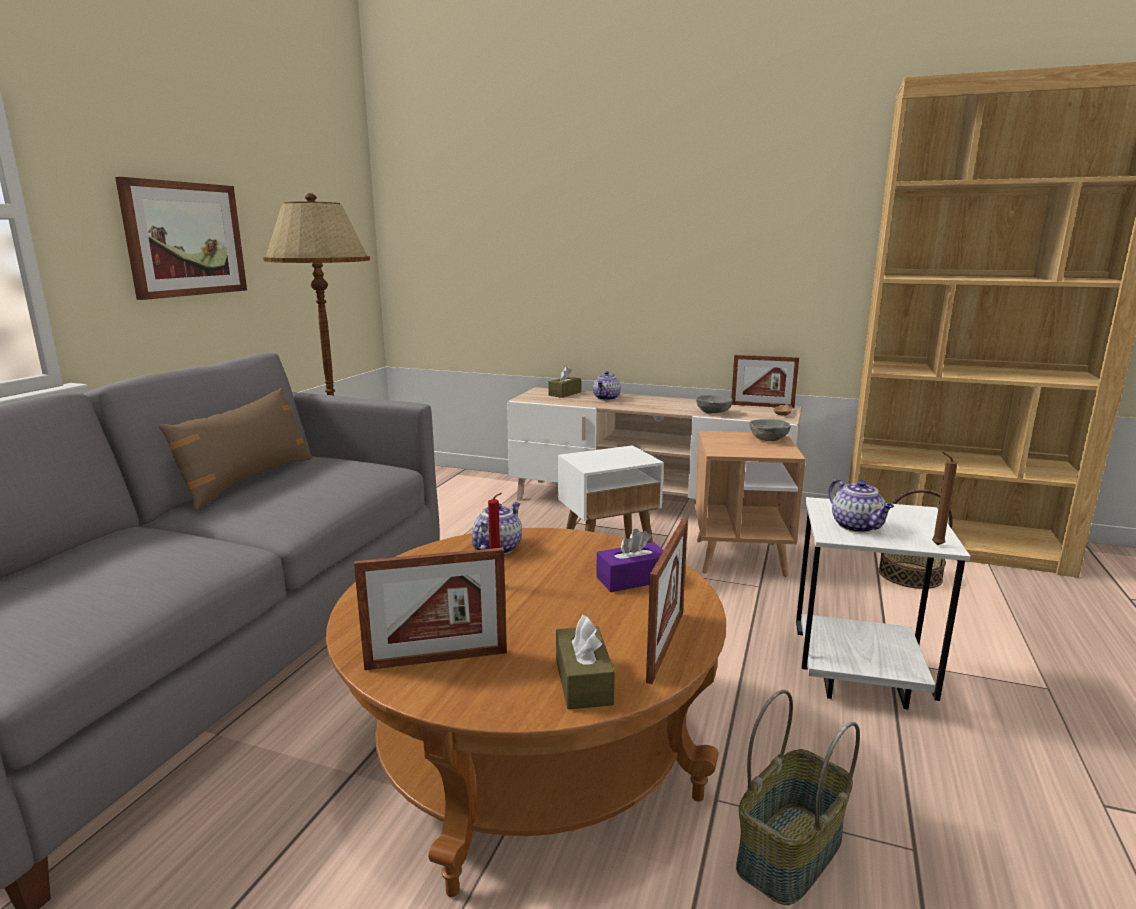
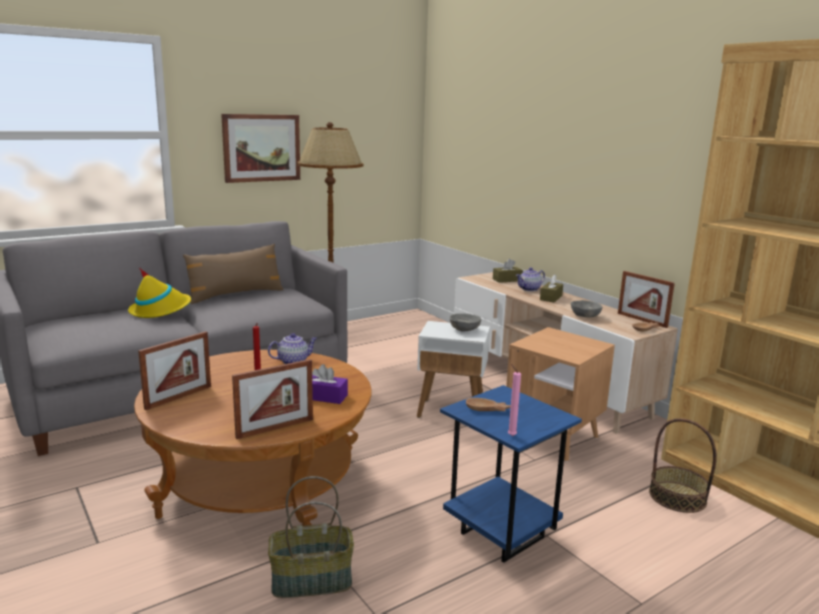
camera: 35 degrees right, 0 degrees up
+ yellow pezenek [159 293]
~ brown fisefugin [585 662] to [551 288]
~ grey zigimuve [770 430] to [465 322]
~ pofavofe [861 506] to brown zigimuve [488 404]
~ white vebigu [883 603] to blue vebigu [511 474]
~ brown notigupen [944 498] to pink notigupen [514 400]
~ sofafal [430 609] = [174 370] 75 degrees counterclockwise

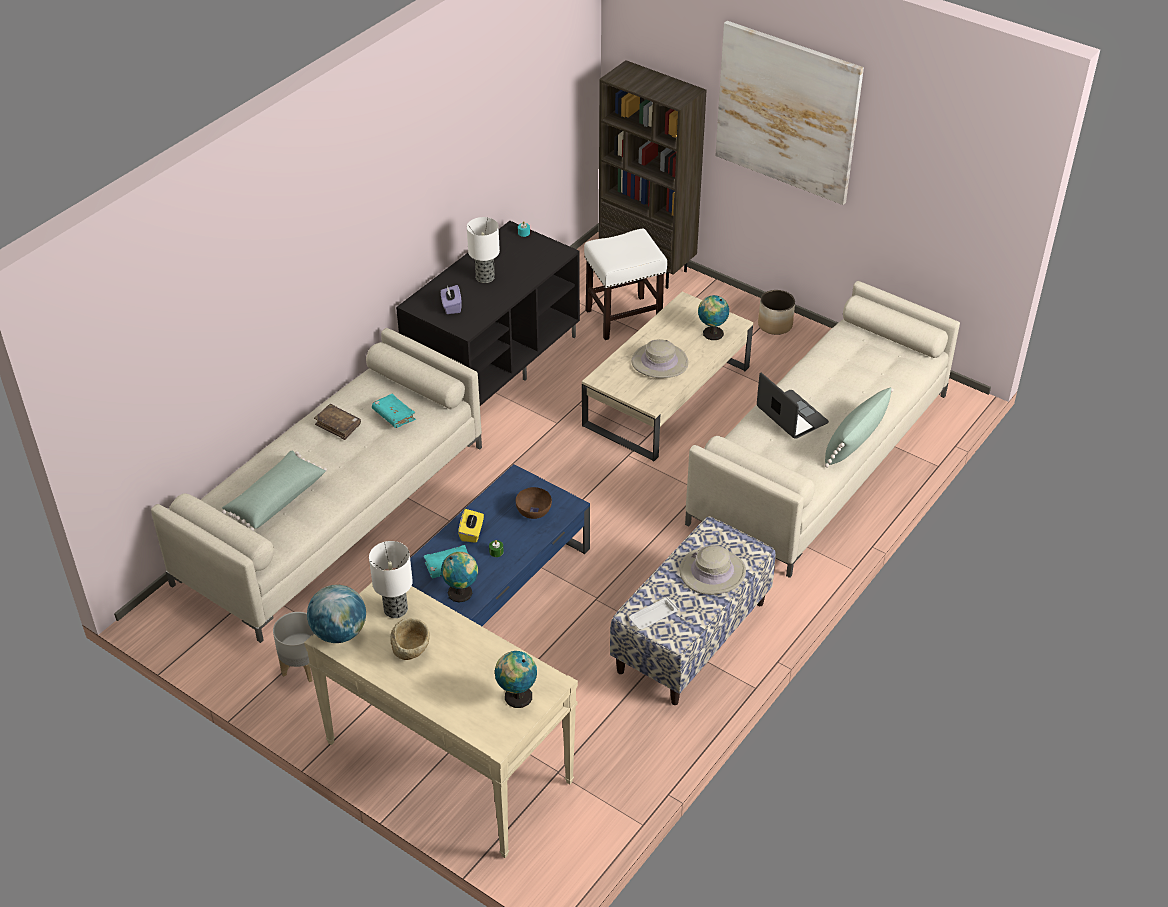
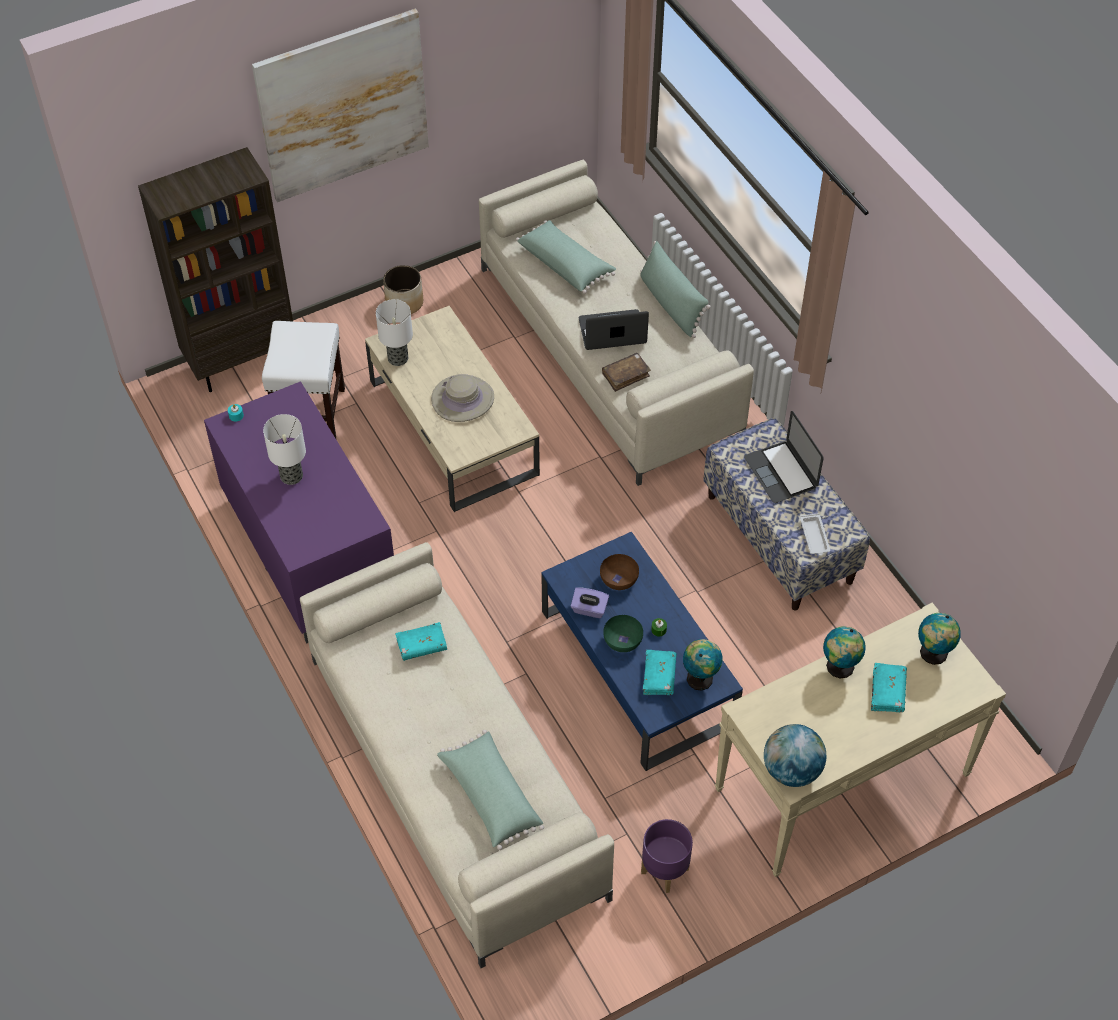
camera: 65 degrees left, 10 degrees up
- beige zigimuve [410 639]
+ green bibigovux [566 257]
+ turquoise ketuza [889 687]
~ brown ketuza [337 422] to [626 372]
~ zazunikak [391 579] to [394 332]
~ purple fisefugin [451 299] to [590 602]
~ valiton [713 317] to [844 652]
~ yellow fisefugin [471 526] to green zigimuve [623 633]
~ beige pezenek [712 570] to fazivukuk [783 457]
~ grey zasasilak [293 647] to purple zasasilak [667 856]
~ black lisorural [488 313] to purple lisorural [299 512]

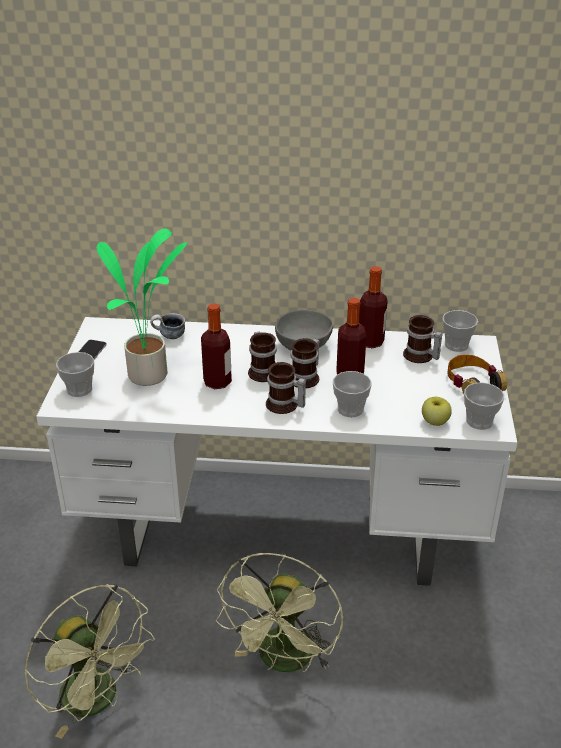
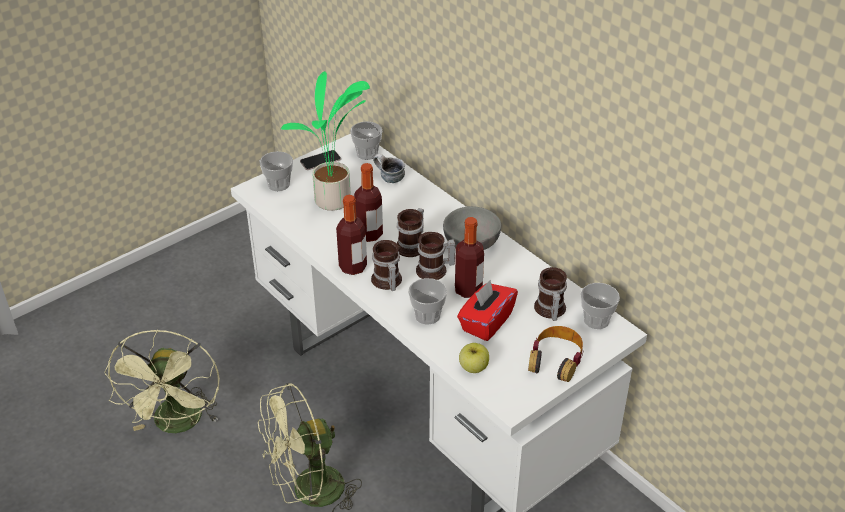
camera: 45 degrees right, 5 degrees up
+ red fisefugin [487 310]
~ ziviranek [373 307] to [351 235]
~ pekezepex [484 406] to [366 140]

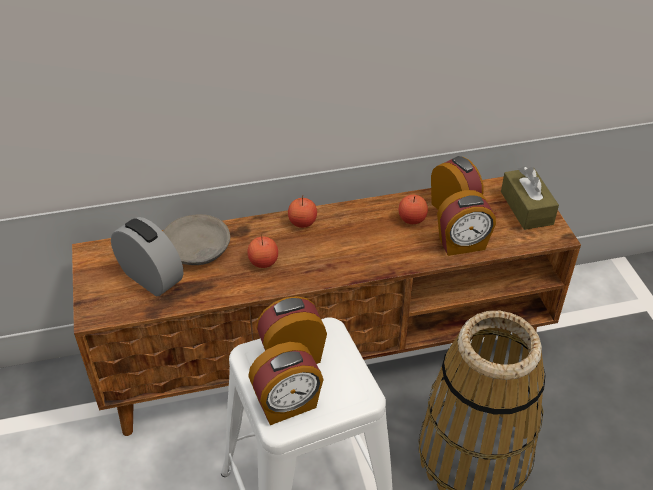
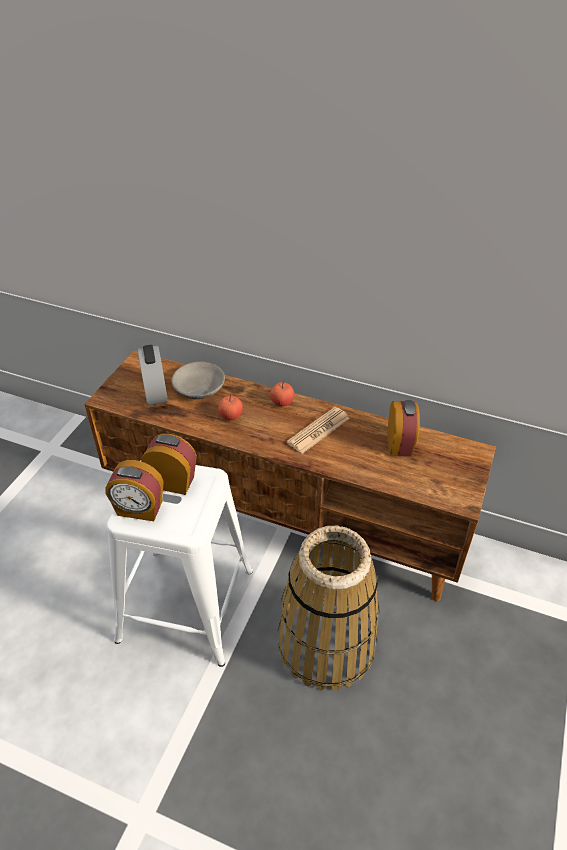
camera: 35 degrees right, 0 degrees up
- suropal [413 209]
- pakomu [466 223]
- brown fisefugin [530 198]
+ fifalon [318 430]

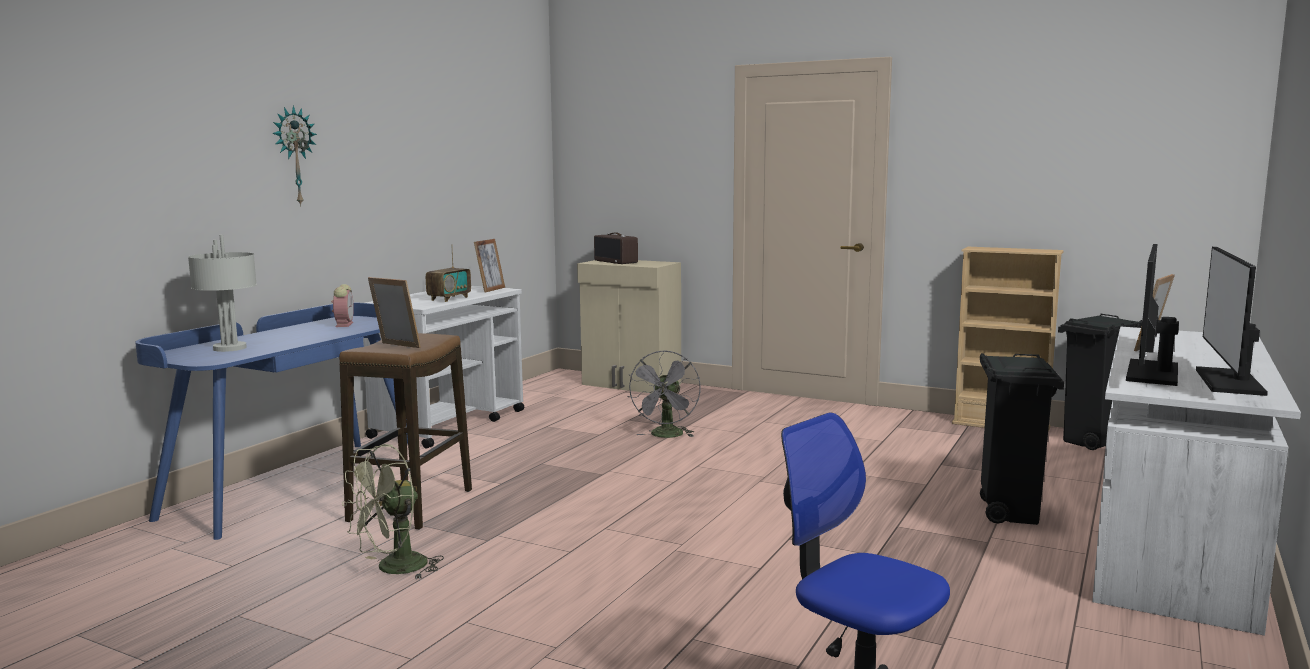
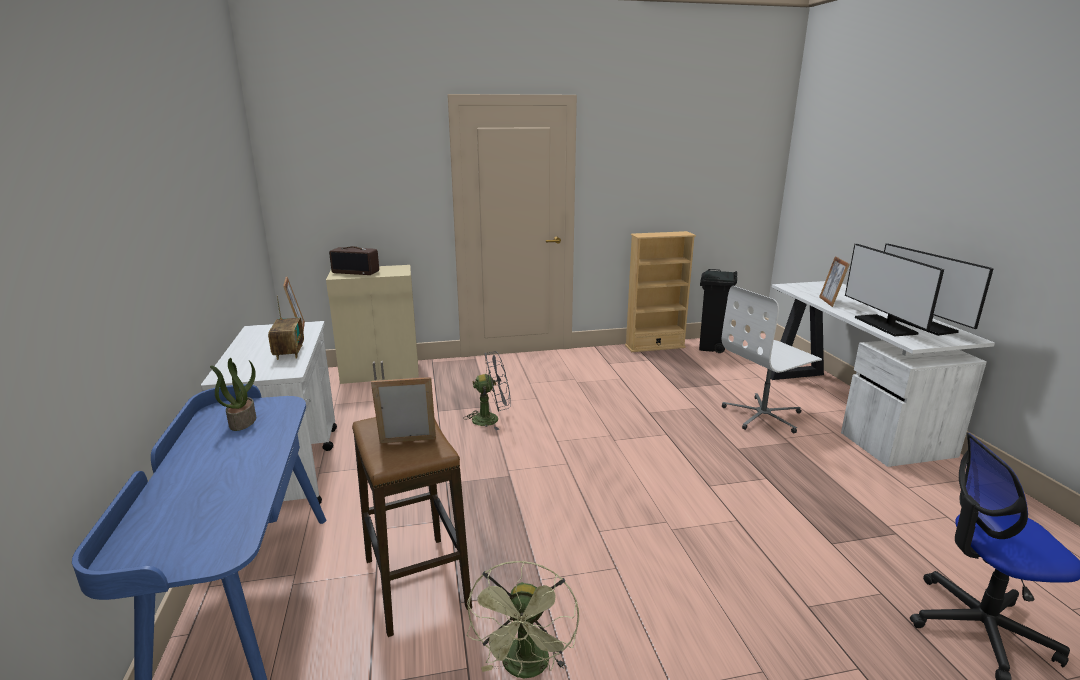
camera: 40 degrees left, 10 degrees up
- grey zazunikak [222 293]
- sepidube [295 155]
~ pakomu [342 305] to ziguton [233 394]
~ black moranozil [1022 439] to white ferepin [772 359]
~ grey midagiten [664 394] = [487 390] 75 degrees counterclockwise

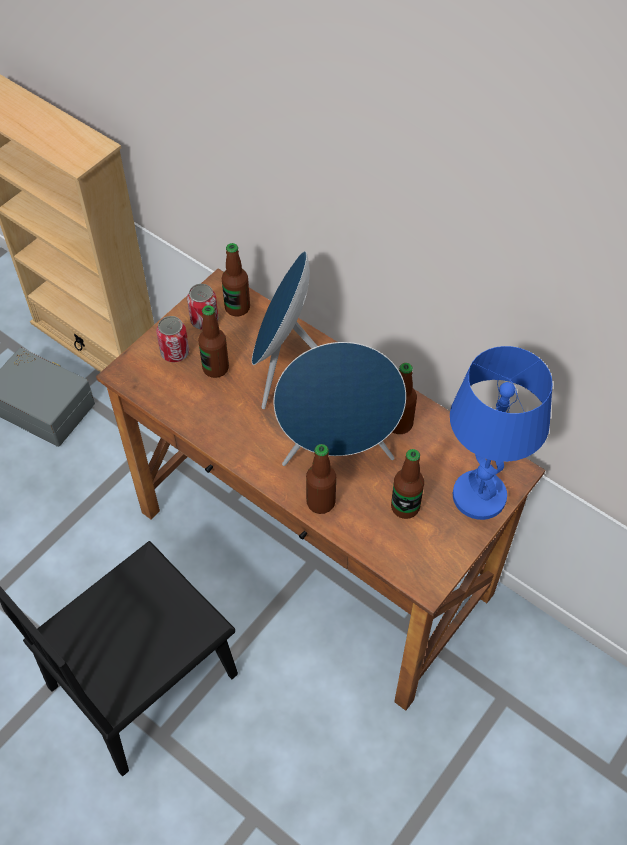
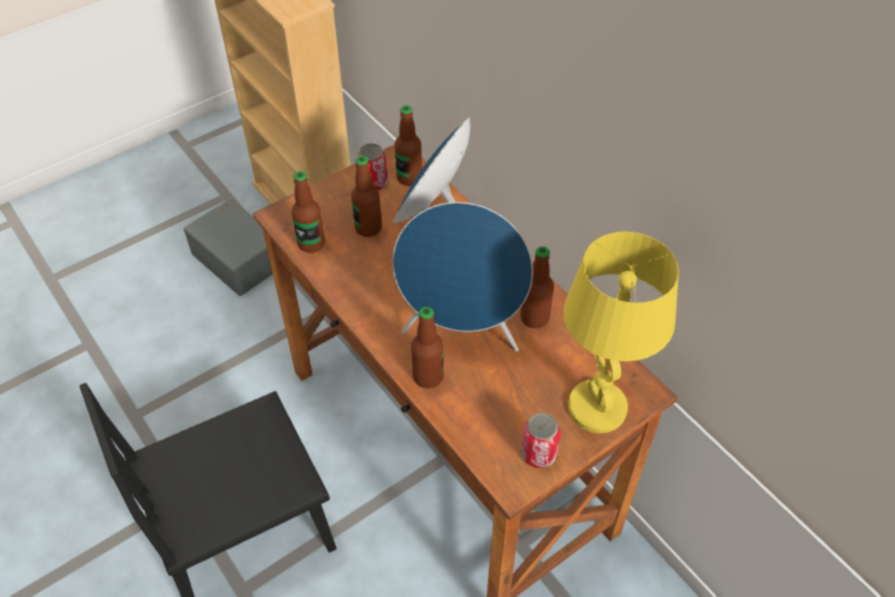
camera: 15 degrees right, 5 degrees down
~ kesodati [172 339] to [541 440]
~ ziviranek [407 484] to [308 212]
~ blue zazunikak [501 433] to yellow zazunikak [621 332]

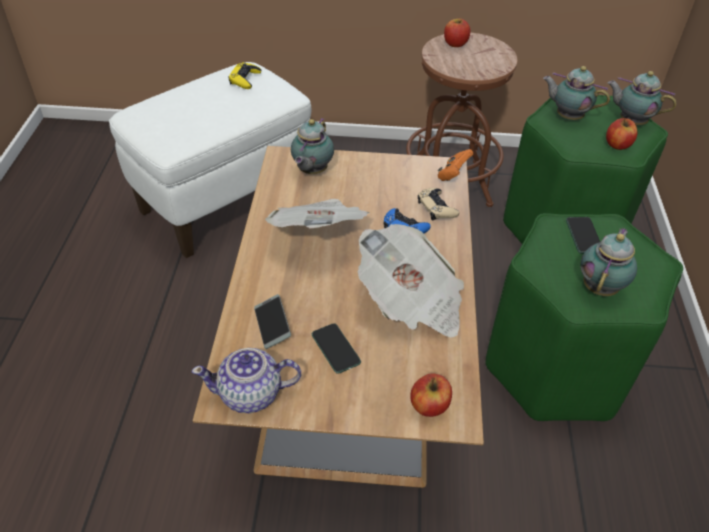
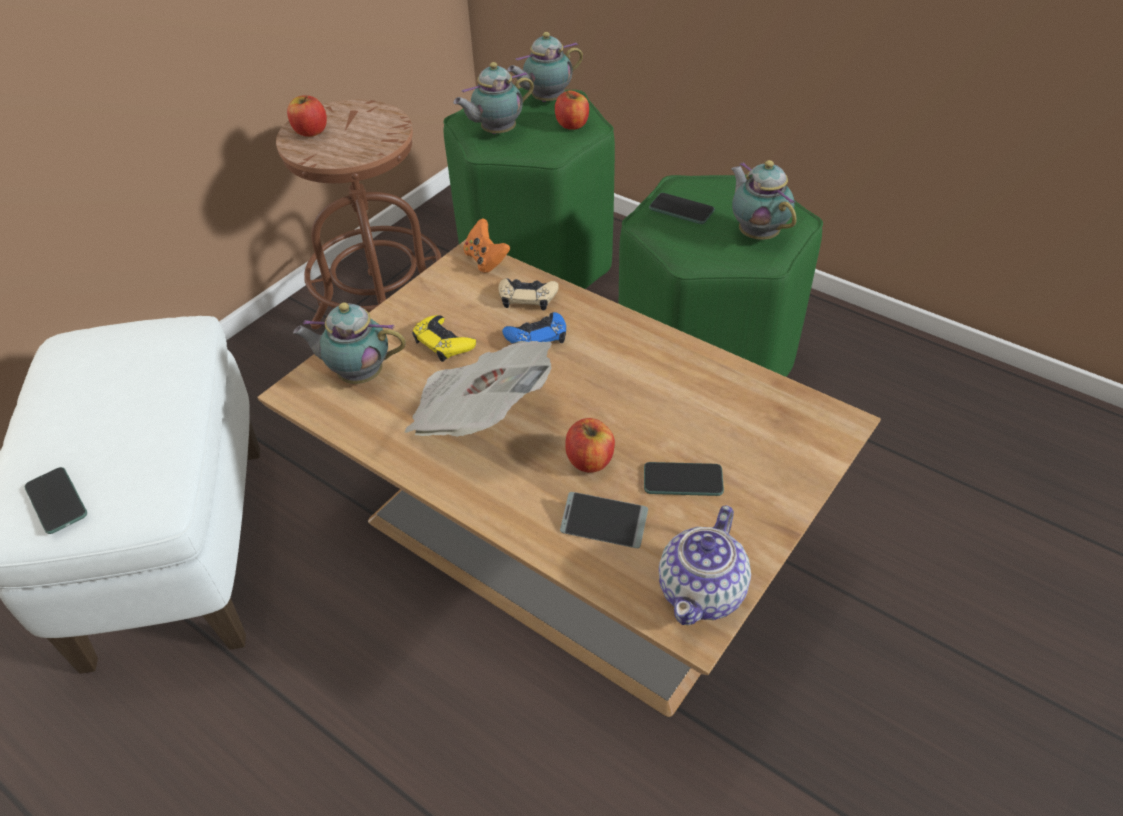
camera: 55 degrees left, 0 degrees up
- fifalon [411 281]
+ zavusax [56 500]
~ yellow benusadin [244 75] to [444 338]
~ suropal [431 395] to [590 445]
~ pofavofe [312 146] = [349 343] 135 degrees clockwise

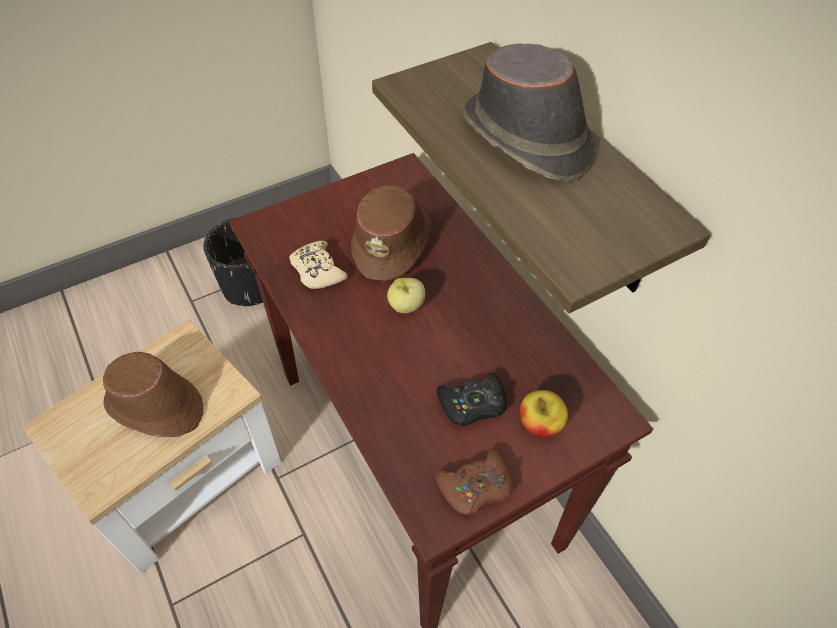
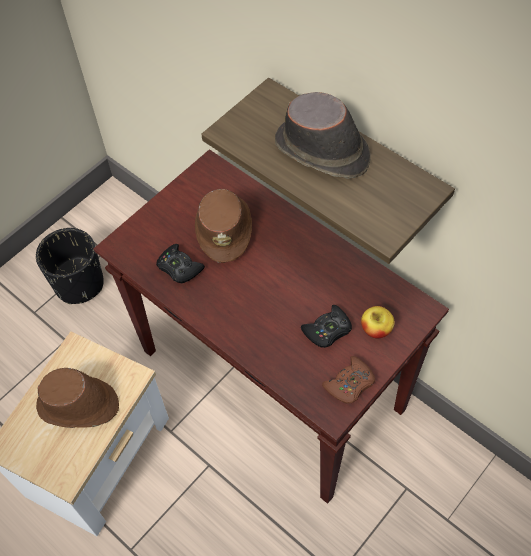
camera: 15 degrees left, 5 degrees up
- suropal [406 295]
~ beige benusadin [318 265] to black benusadin [180 263]

